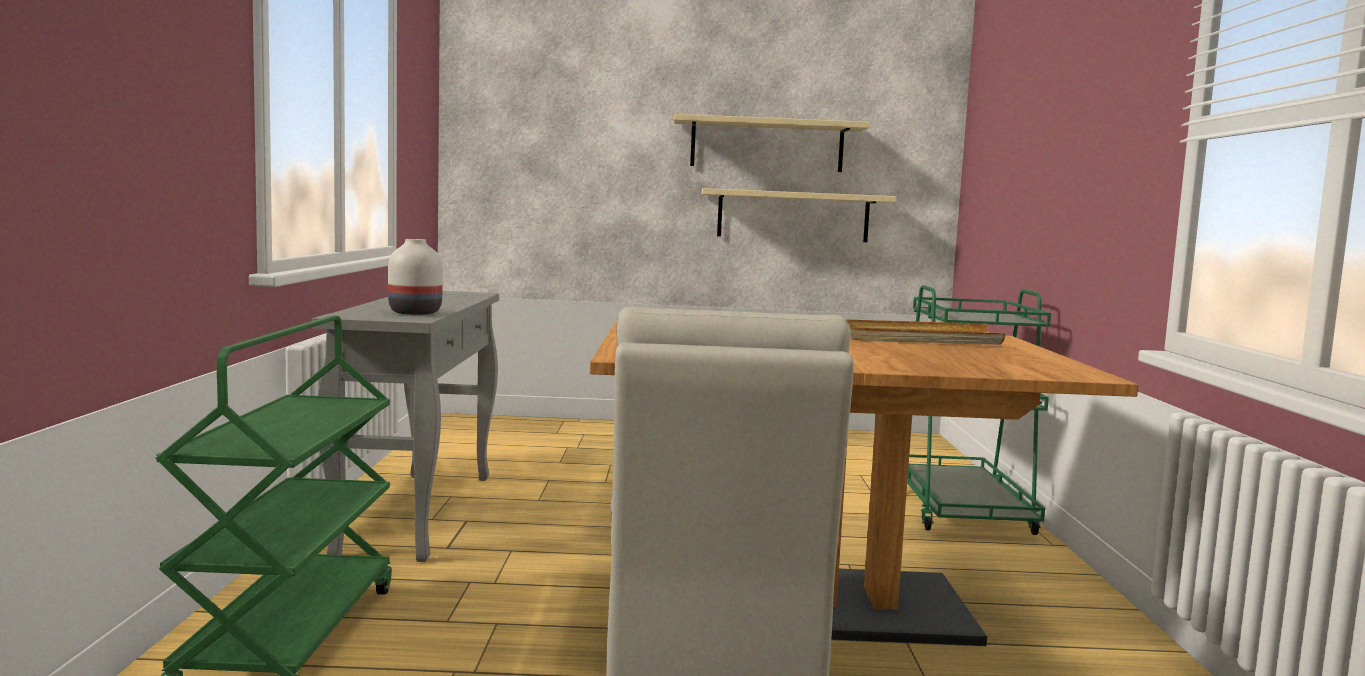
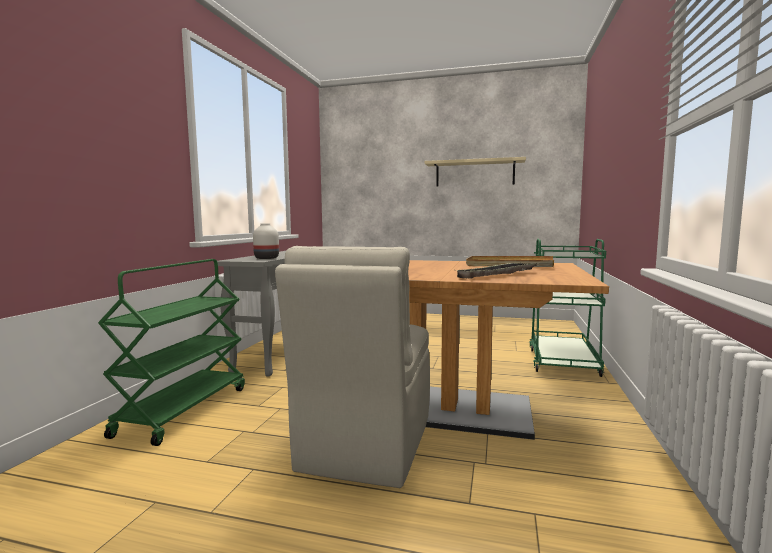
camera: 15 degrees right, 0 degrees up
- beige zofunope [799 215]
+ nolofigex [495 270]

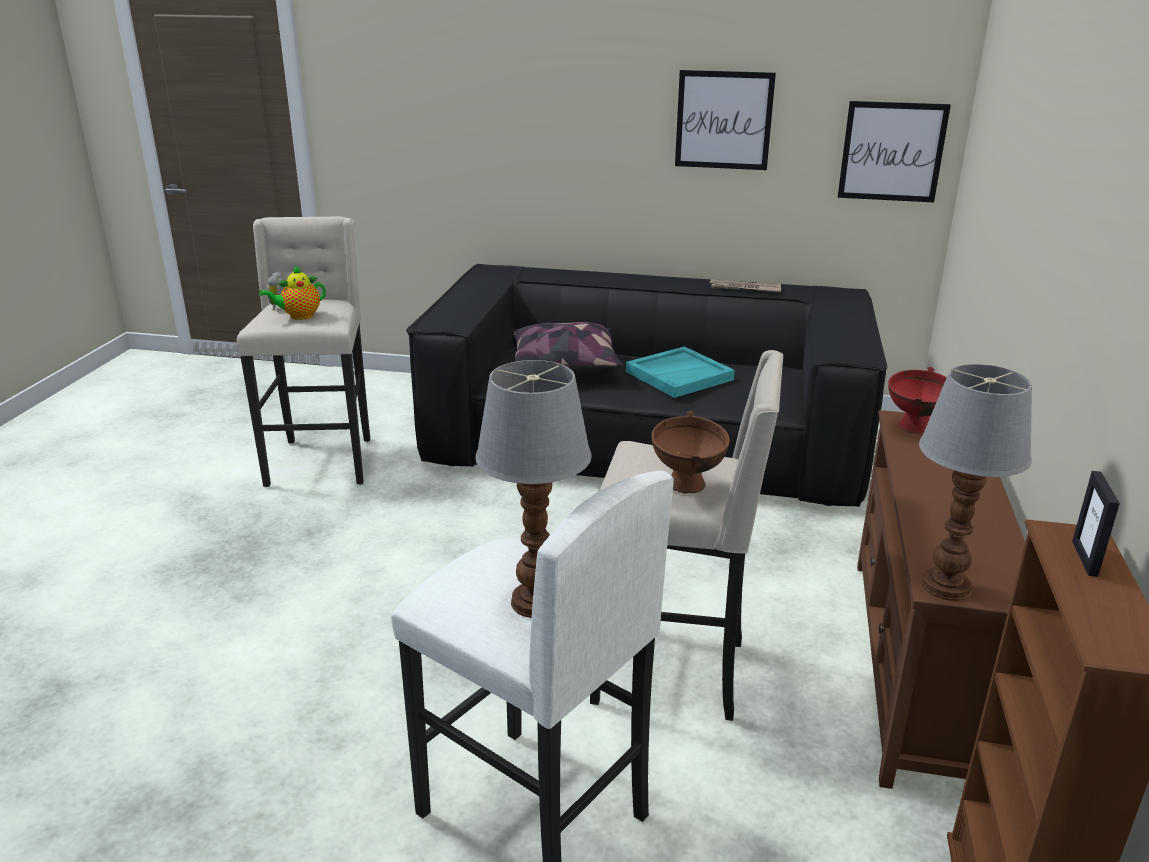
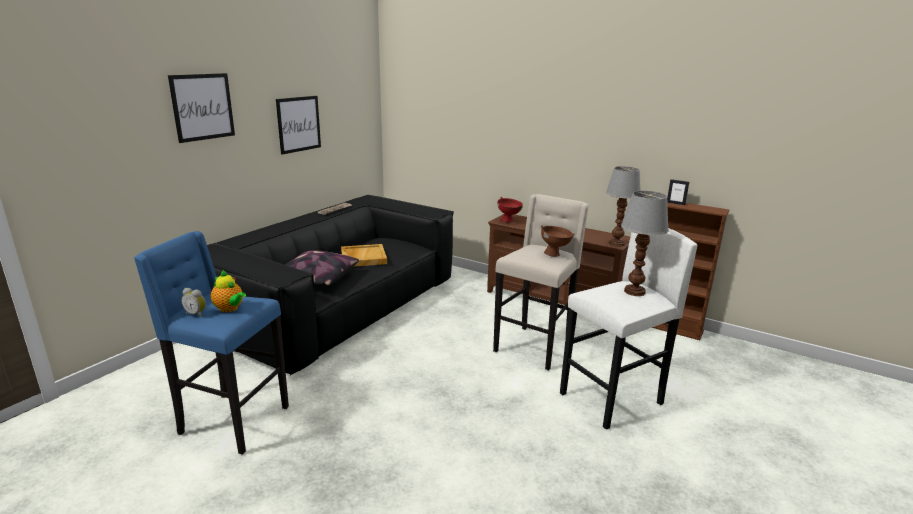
camera: 70 degrees left, 5 degrees down
~ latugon [894 151] to [201 108]
~ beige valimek [303 352] to blue valimek [211 343]
~ turquoise nolofigex [680 372] to beige nolofigex [364 255]
~ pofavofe [292 292] = [228 291] 45 degrees counterclockwise

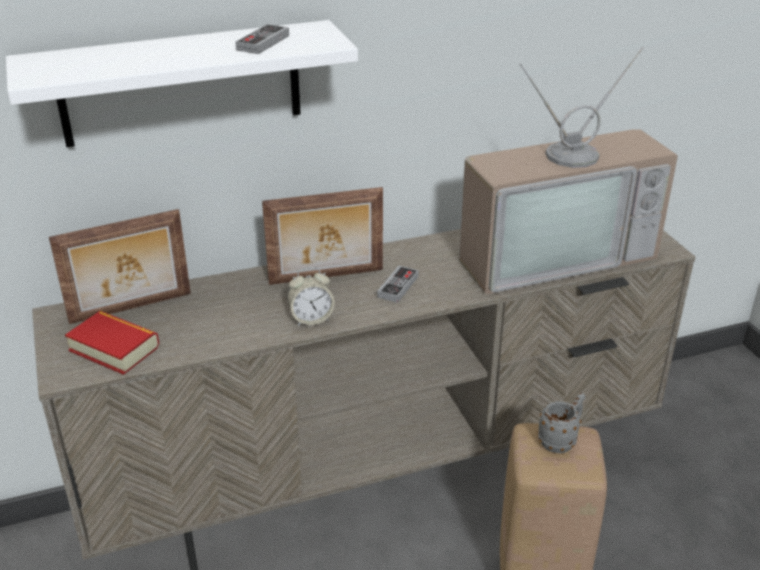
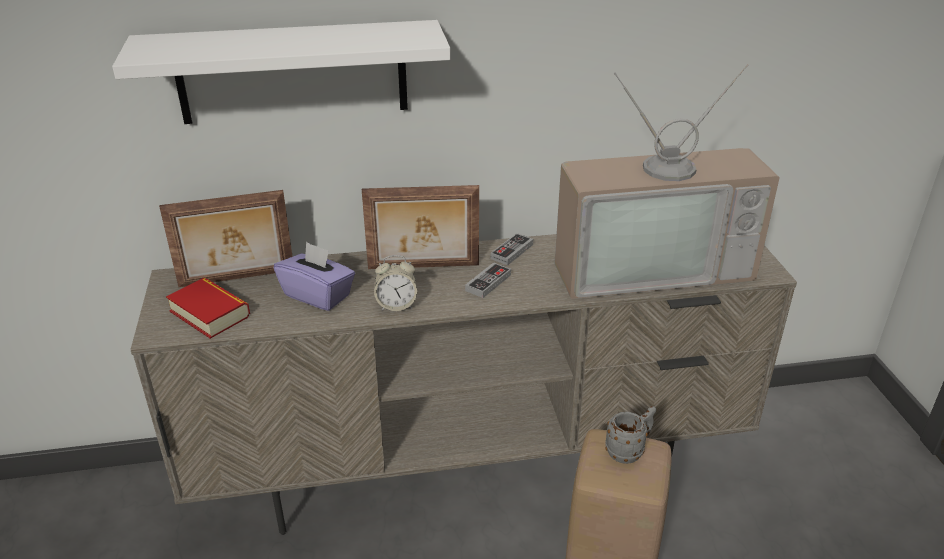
camera: 10 degrees right, 0 degrees up
+ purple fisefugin [314 276]
~ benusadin [262 39] to [512 249]

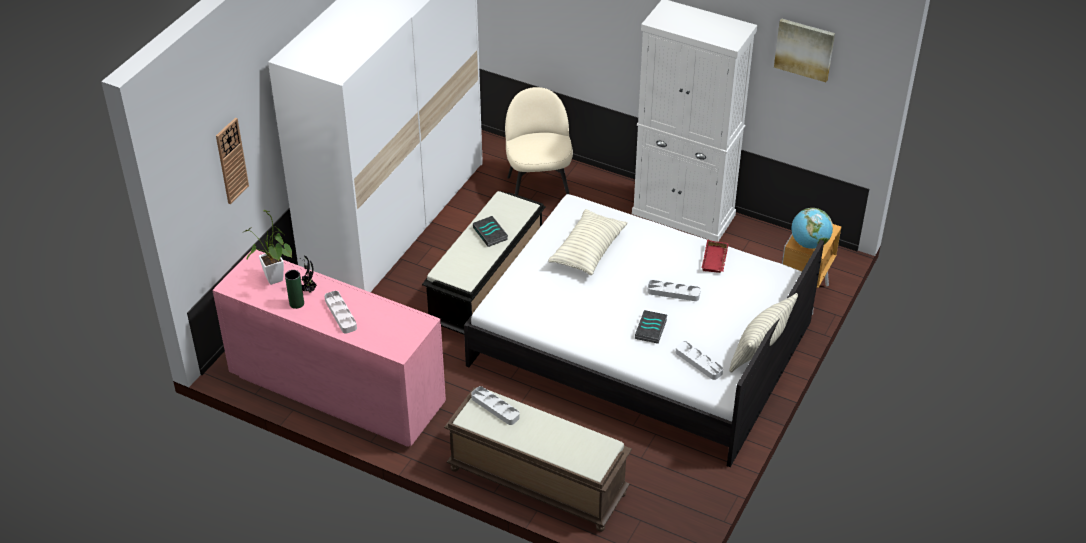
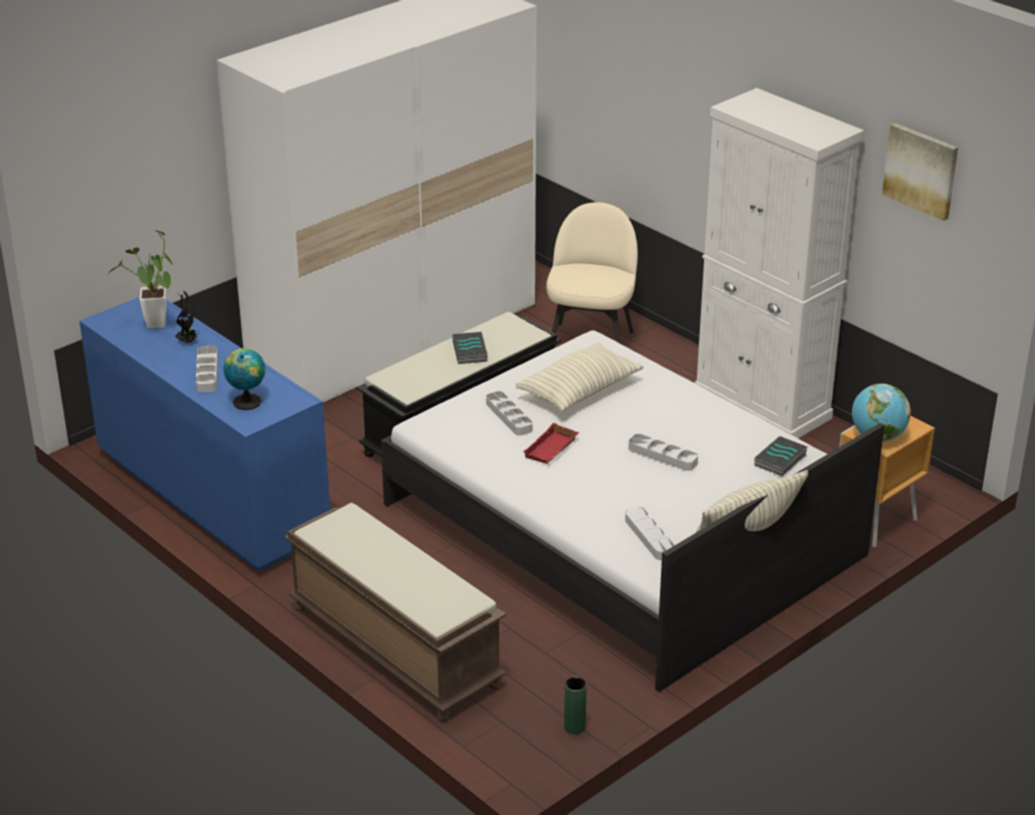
camera: 20 degrees right, 10 degrees down
- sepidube [232 161]
+ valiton [244 379]
~ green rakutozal [294 289] to [575 705]
~ grey nolofigex [495 405] to [509 413]
~ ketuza [651 327] to [781 456]
~ red nolofigex [715 256] to [551 443]
~ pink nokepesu [329 348] to blue nokepesu [204 434]

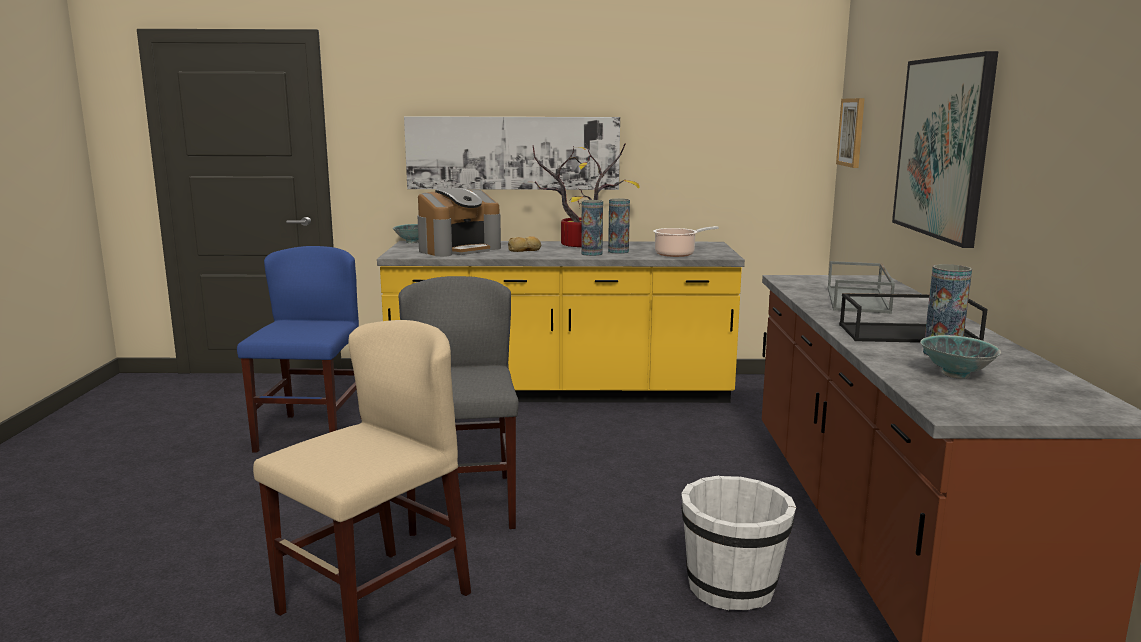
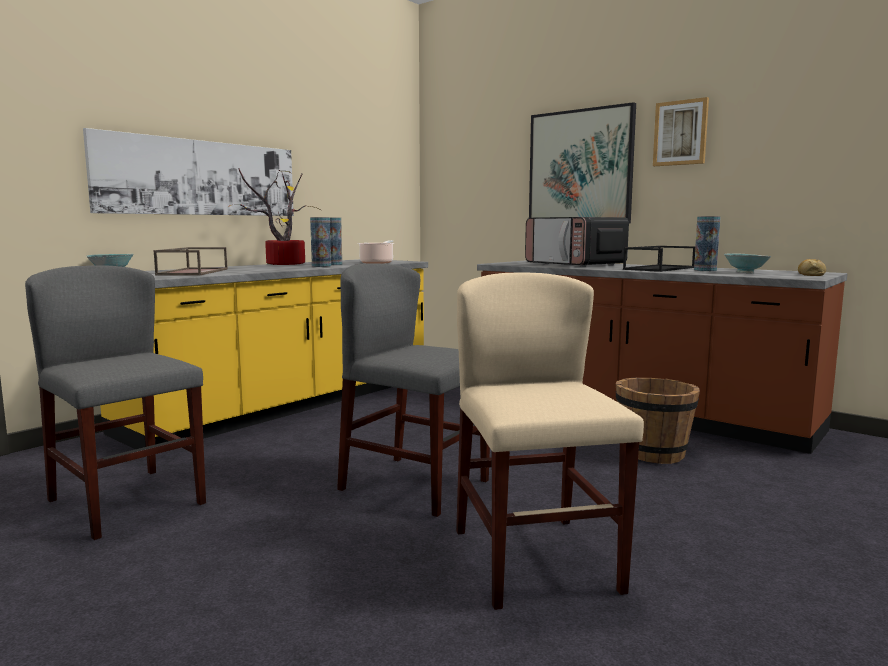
camera: 50 degrees left, 5 degrees down
~ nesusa [524 244] to [812 267]
~ latugon [850 133] to [681 131]
~ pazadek [459 222] to brown nolofigex [190 261]
~ grey nolofigex [861 287] to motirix [577 242]
~ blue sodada [299 349] to grey sodada [115 402]
~ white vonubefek [738 542] to brown vonubefek [658 421]

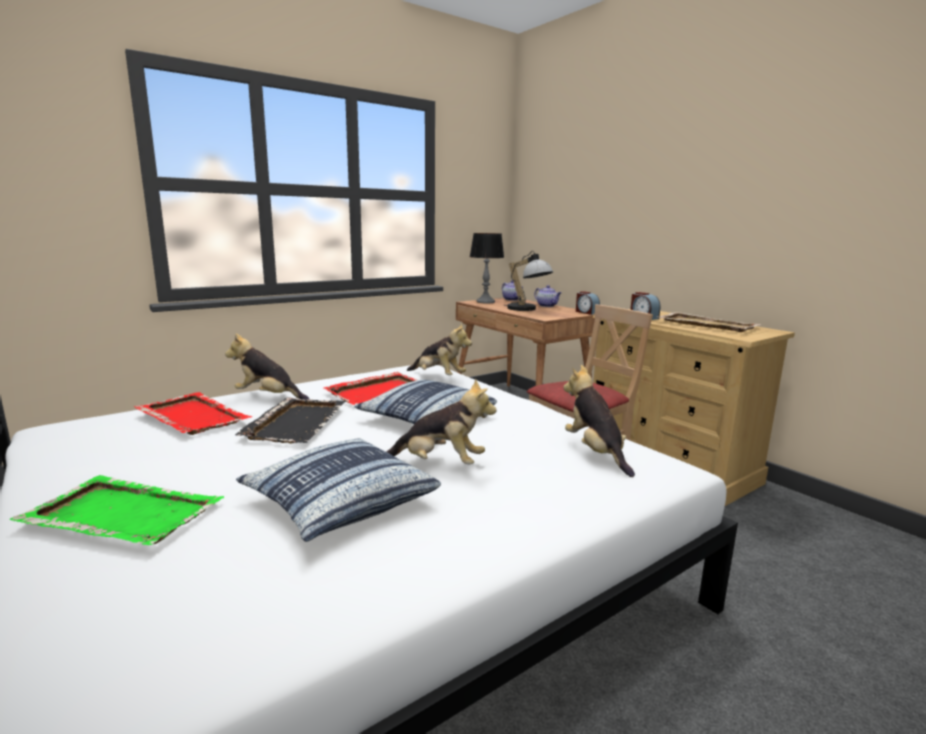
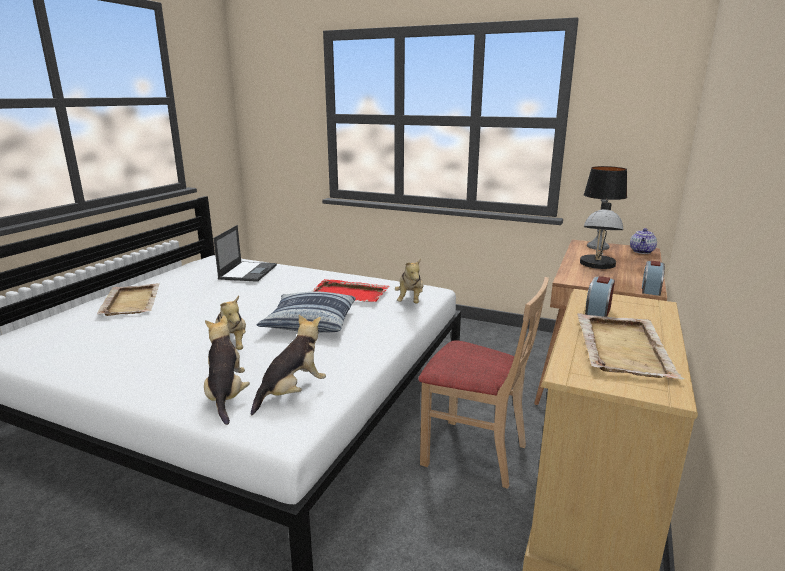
camera: 60 degrees right, 5 degrees up
- black nolofigex [290 420]
- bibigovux [338 490]
- pofavofe [547 296]
~ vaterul [267 366] to [227 370]
~ red nolofigex [193 413] to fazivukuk [245 253]
~ green nolofigex [116 510] to beige nolofigex [128 299]

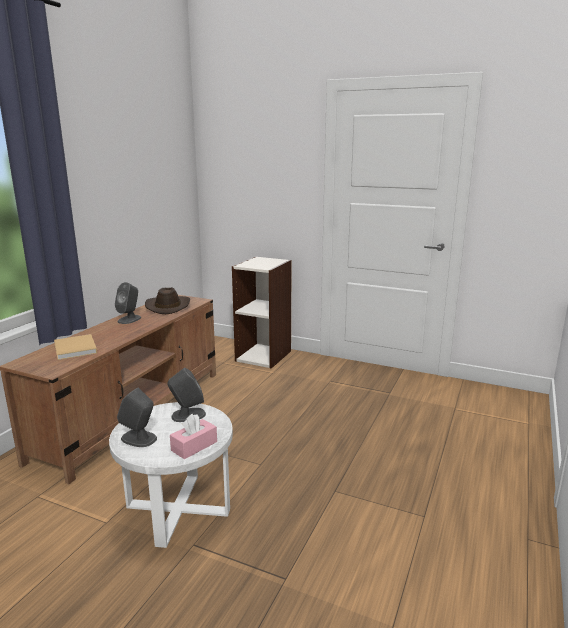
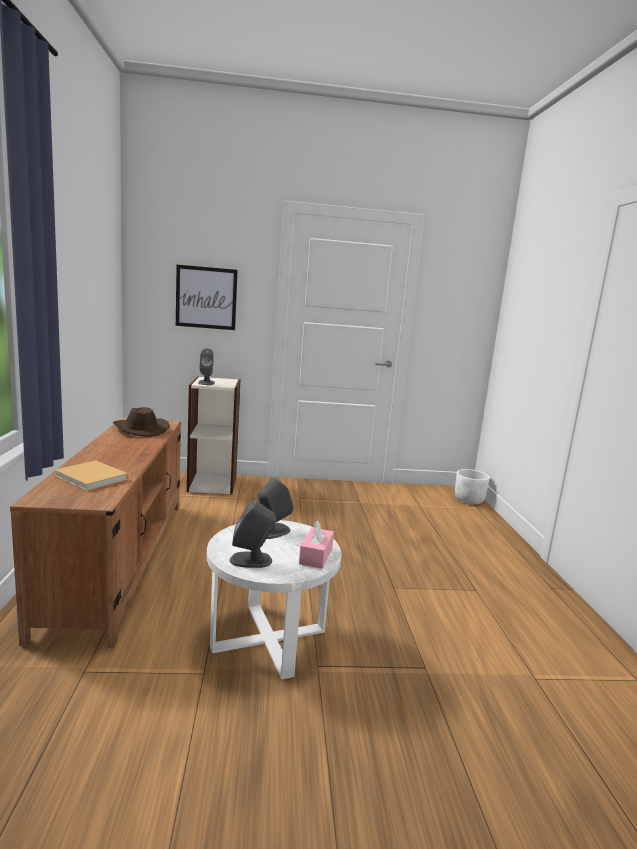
camera: 30 degrees left, 5 degrees down
+ latugon [207 297]
+ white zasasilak [472 486]
~ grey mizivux [128 303] to [206 366]

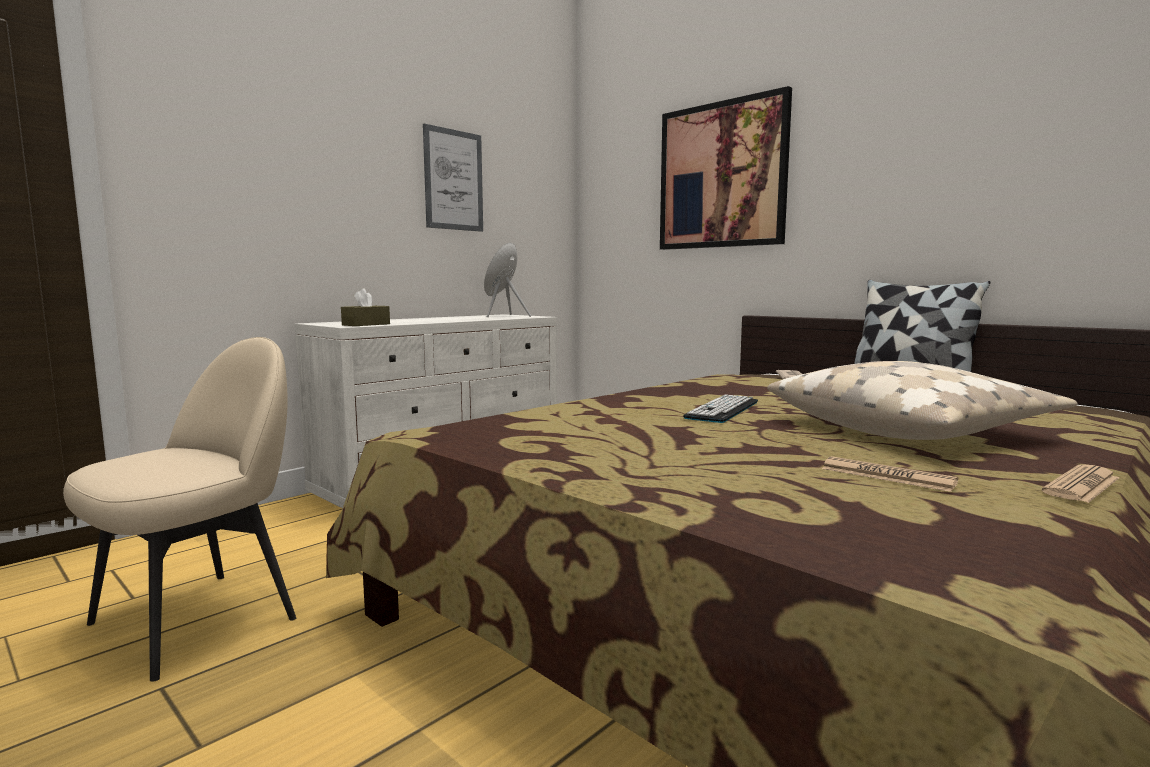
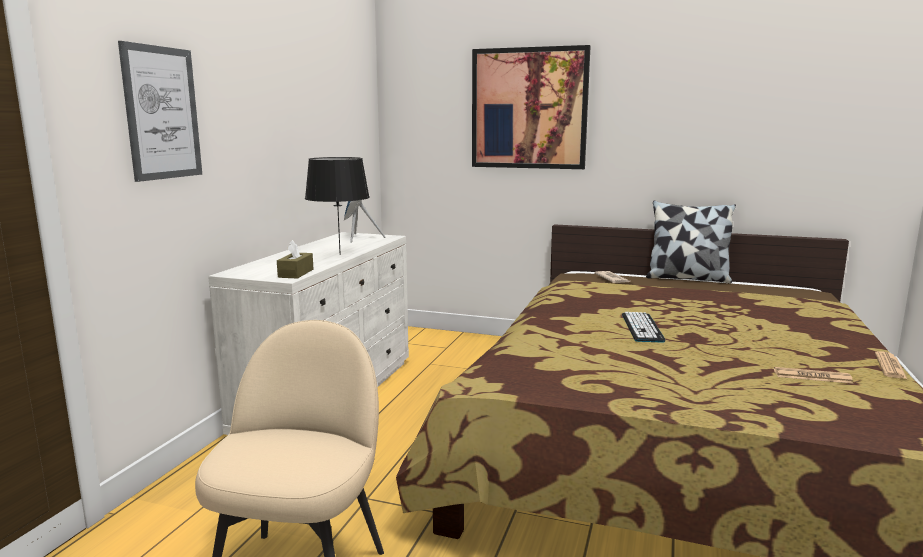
camera: 25 degrees left, 5 degrees up
- beige bibigovux [922 400]
+ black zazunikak [337 206]
~ latugon [453 178] to [160 111]

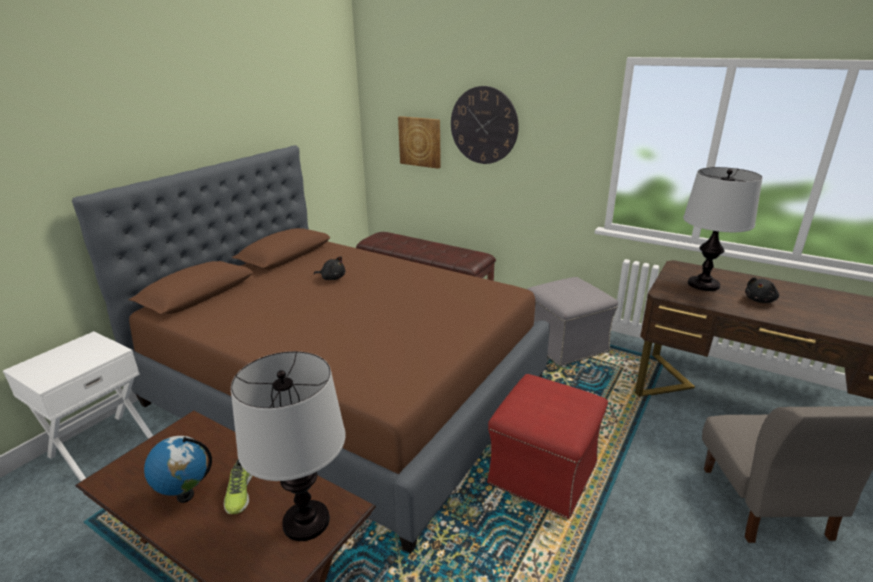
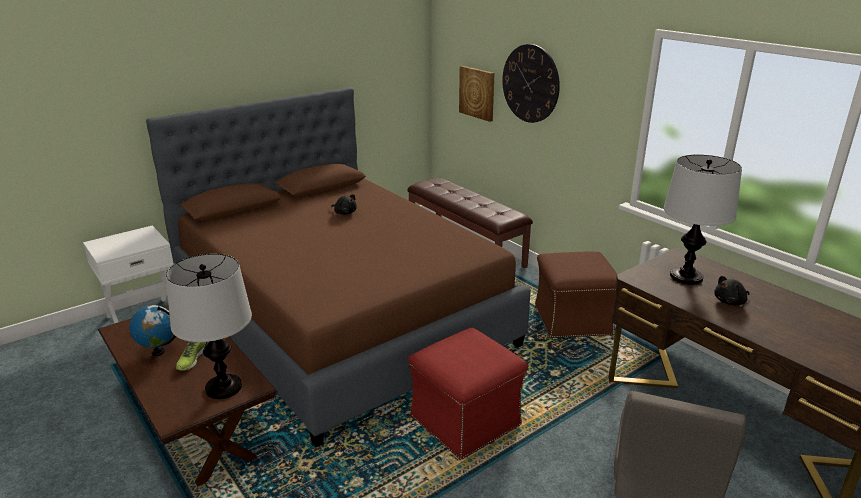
camera: 20 degrees right, 0 degrees up
~ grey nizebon [572 321] to brown nizebon [576 295]

